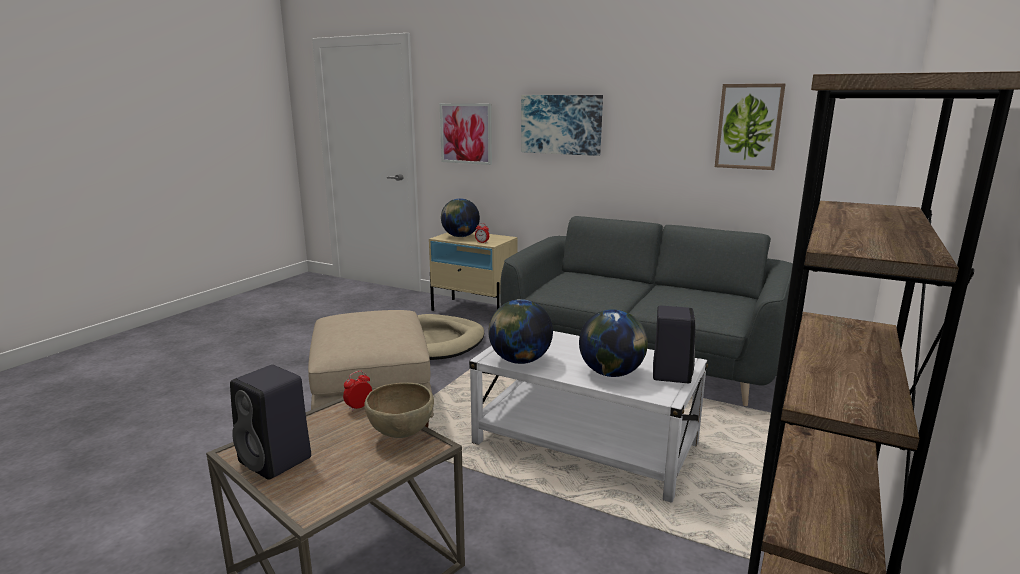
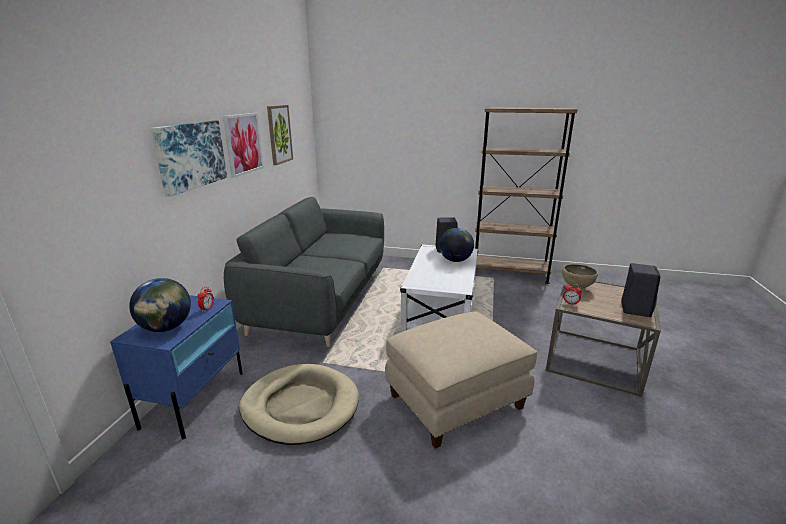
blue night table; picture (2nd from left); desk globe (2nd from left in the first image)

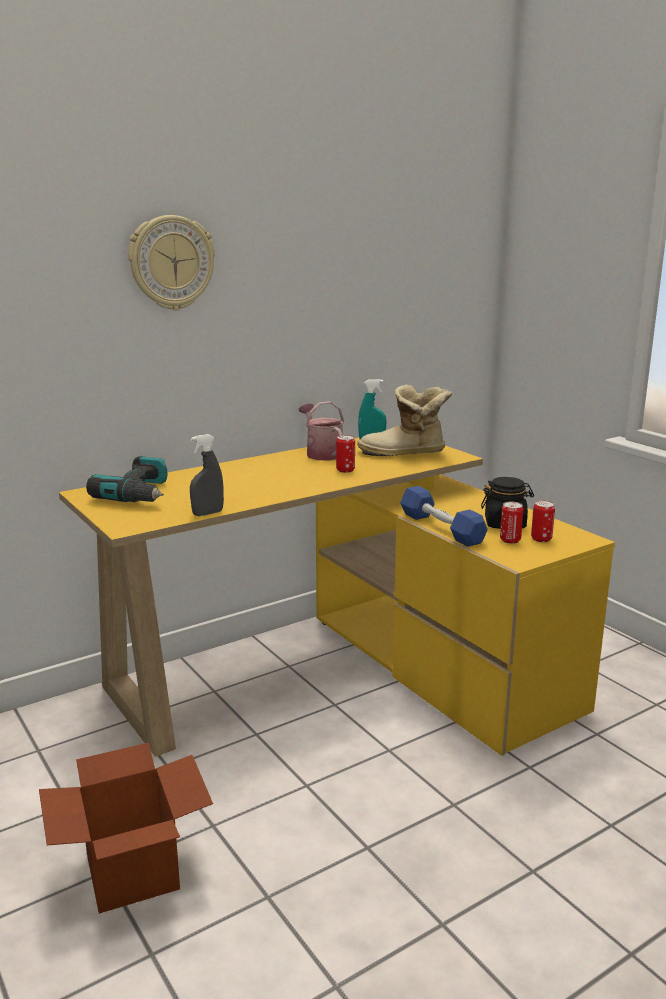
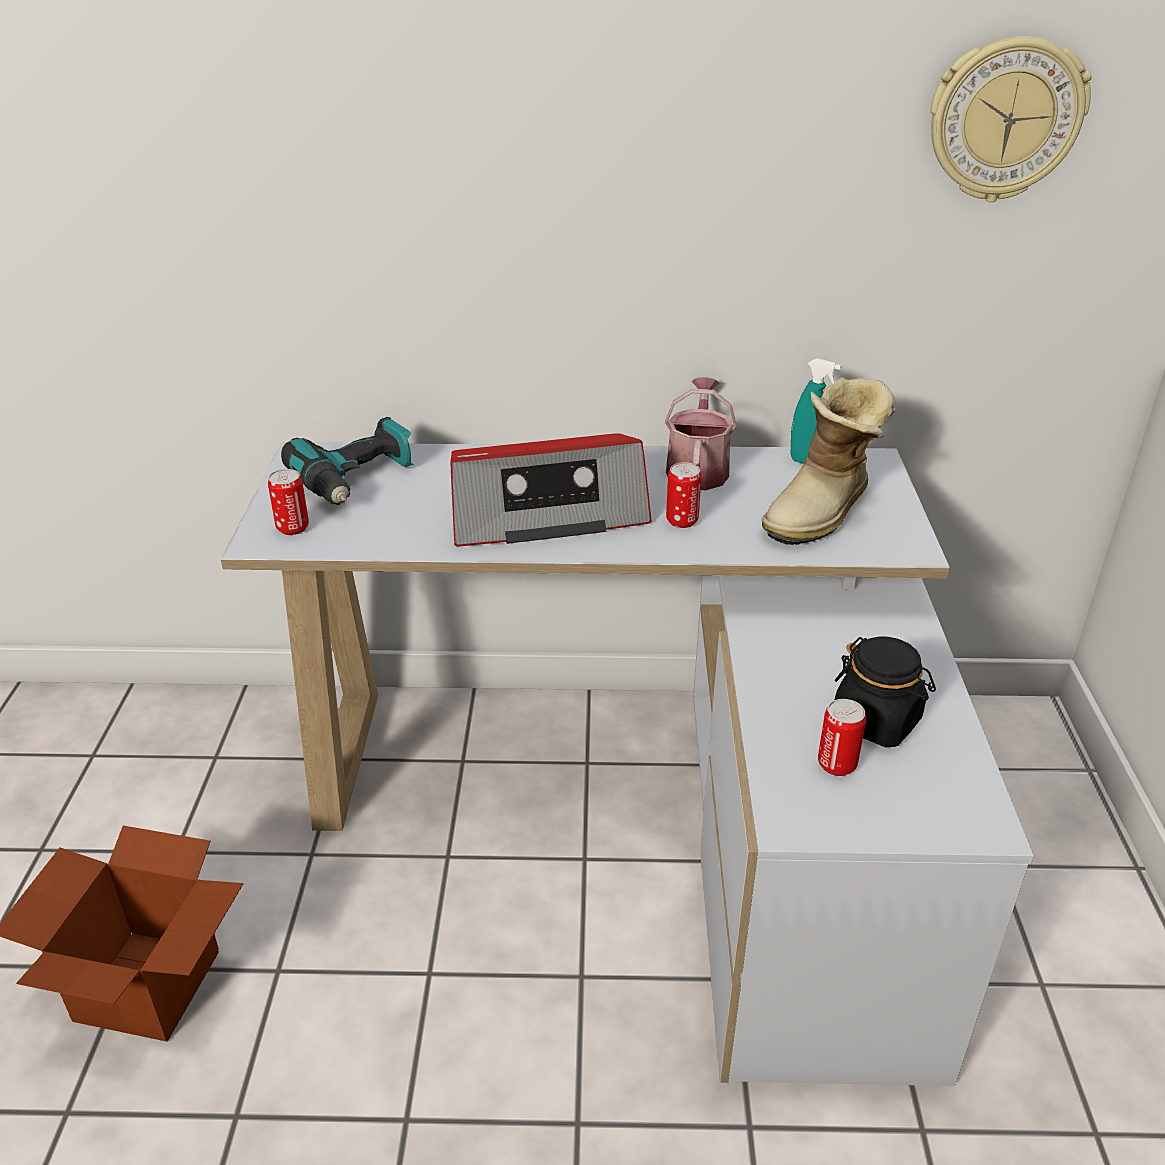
white desk; sealed can (1st from left); radio set; boot; clock on the wall; greyish sprayer; blue dumbbell

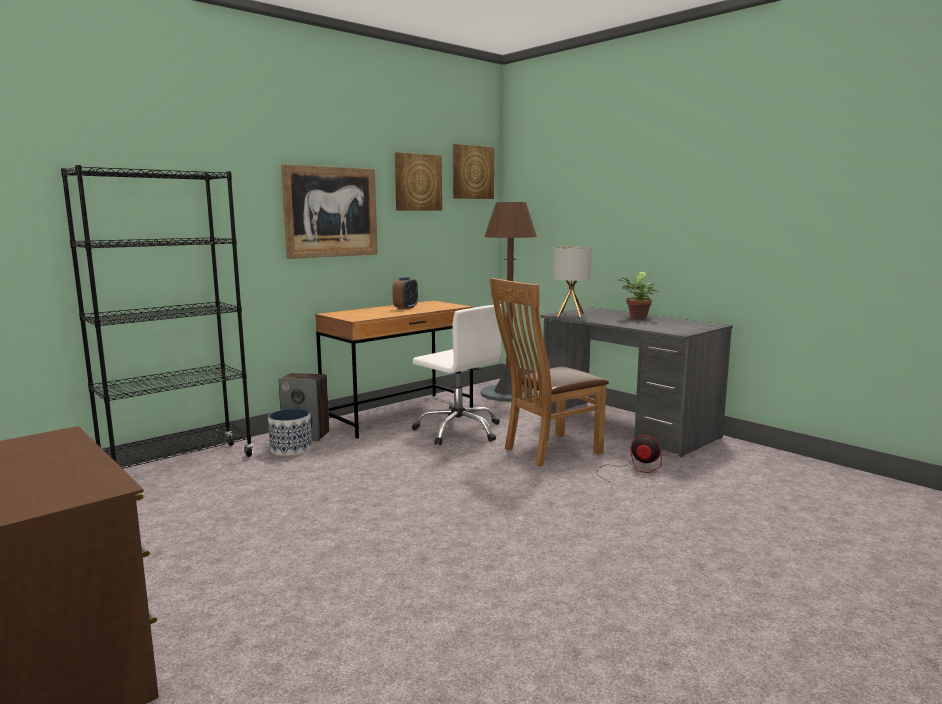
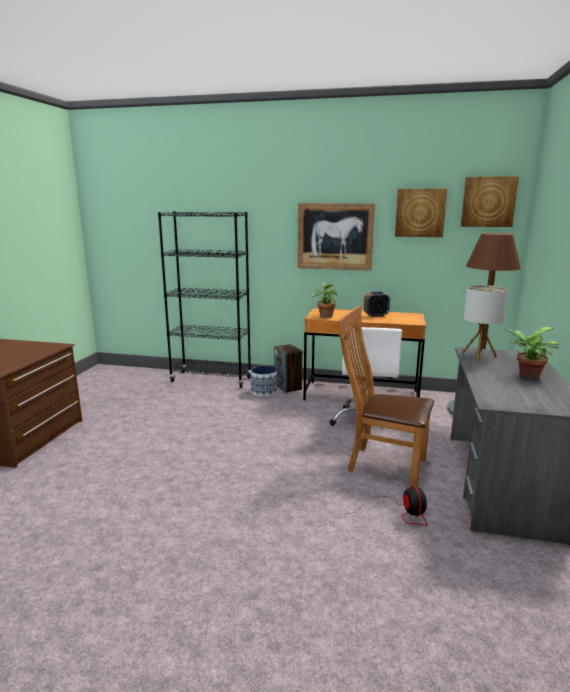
plant in a pot (1st from left)

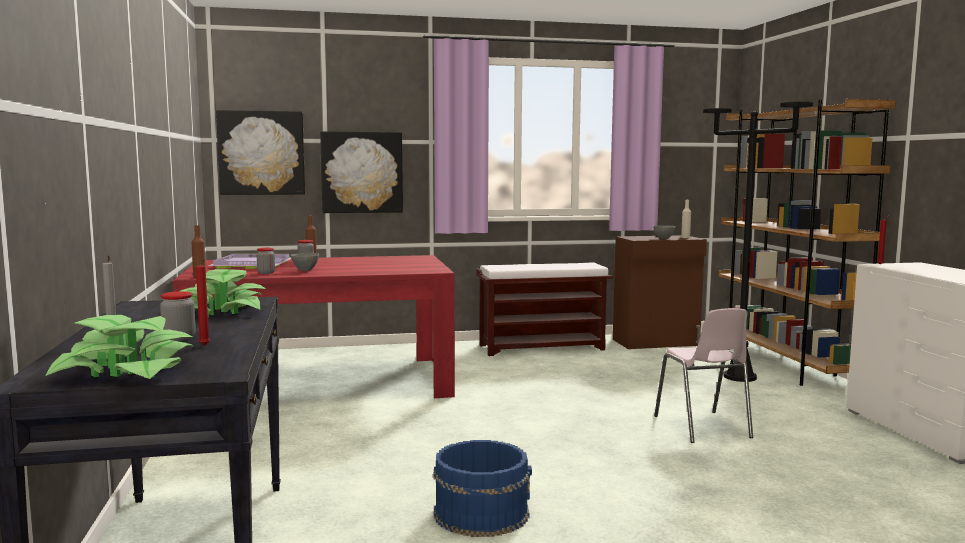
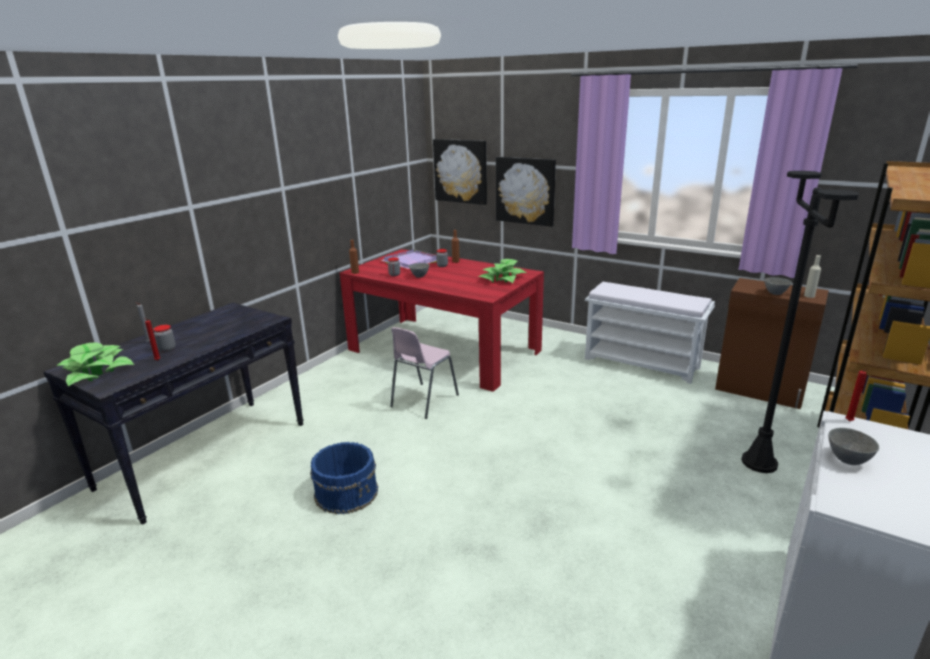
pink-coloured upright chair; plant in a pot (2nd from left); white bench; greyish bowl (3rd from left)

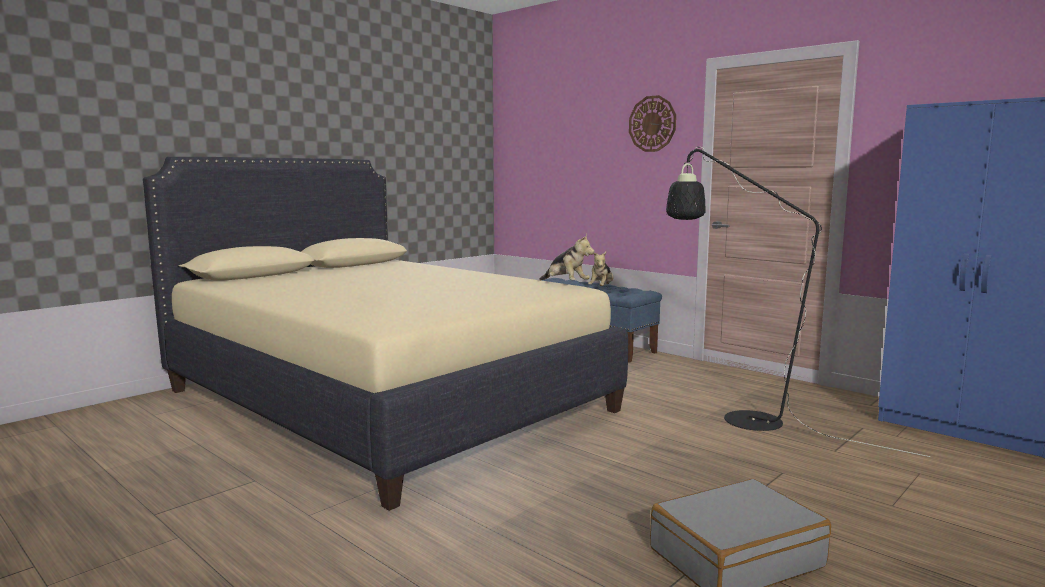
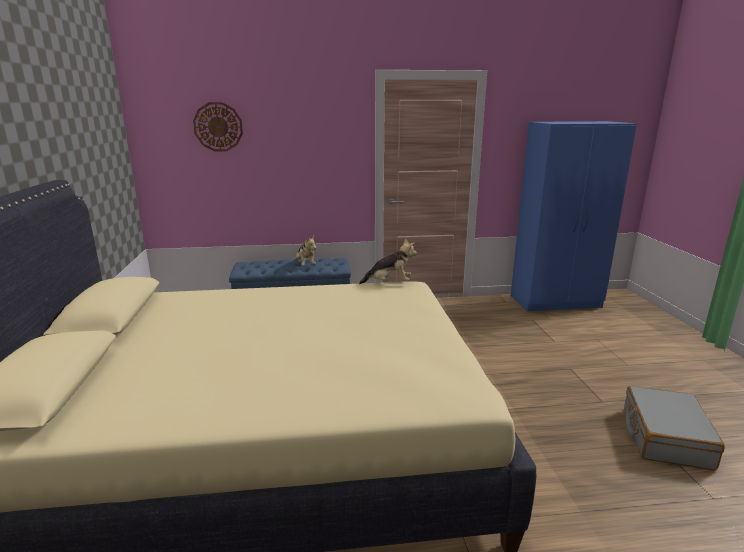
clock on the wall; black-coloured floor lamp

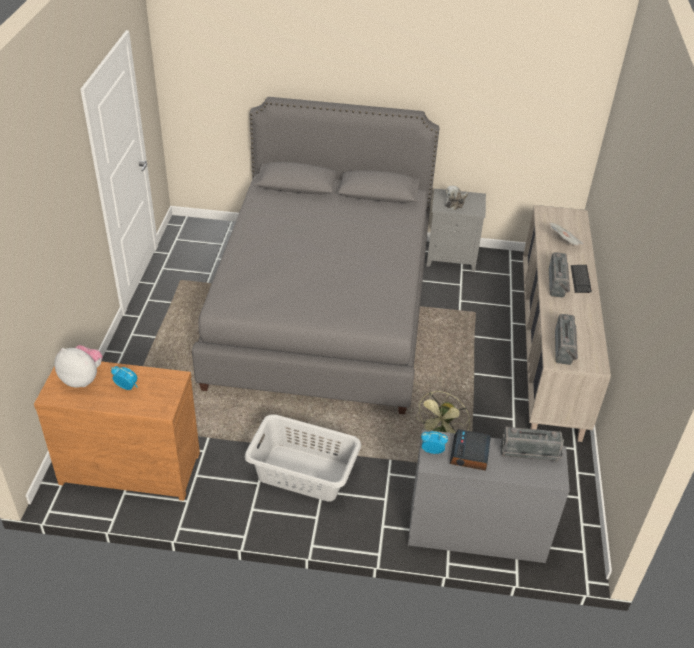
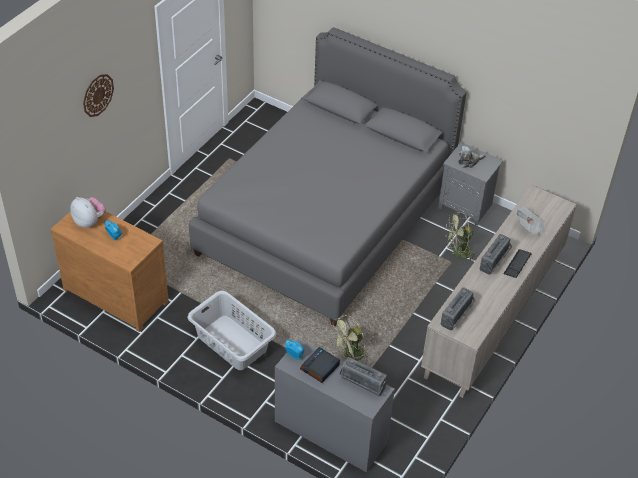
clock on the wall; green-coloured fan (2nd from left)

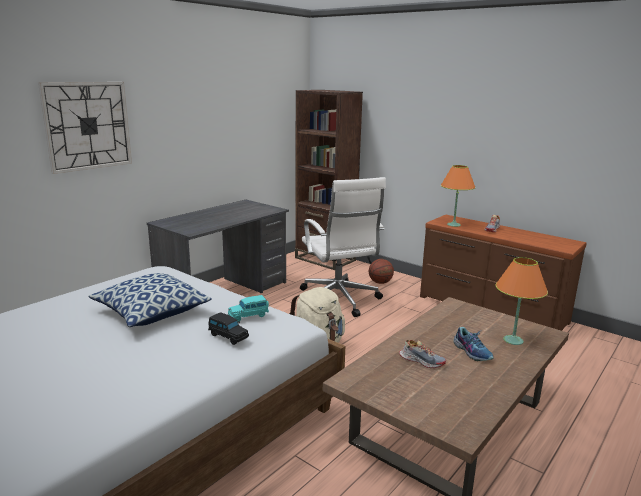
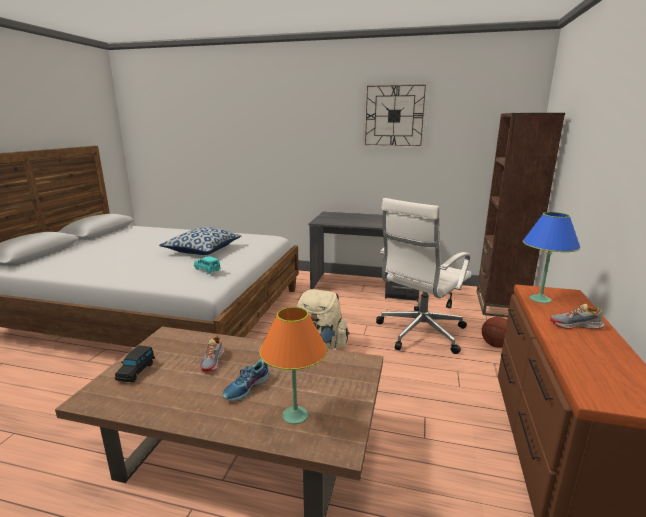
black-coloured miniature car; clock on the wall; blue table lamp

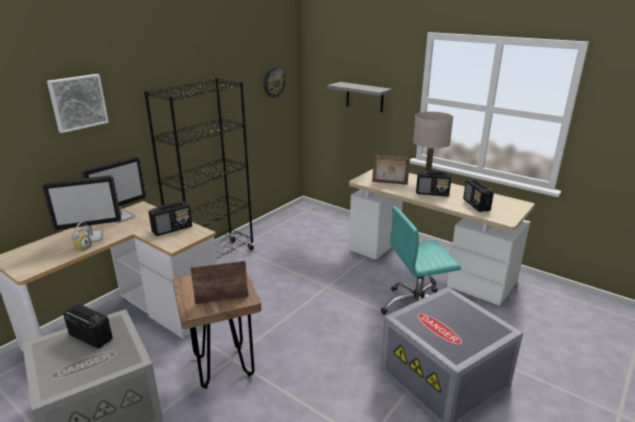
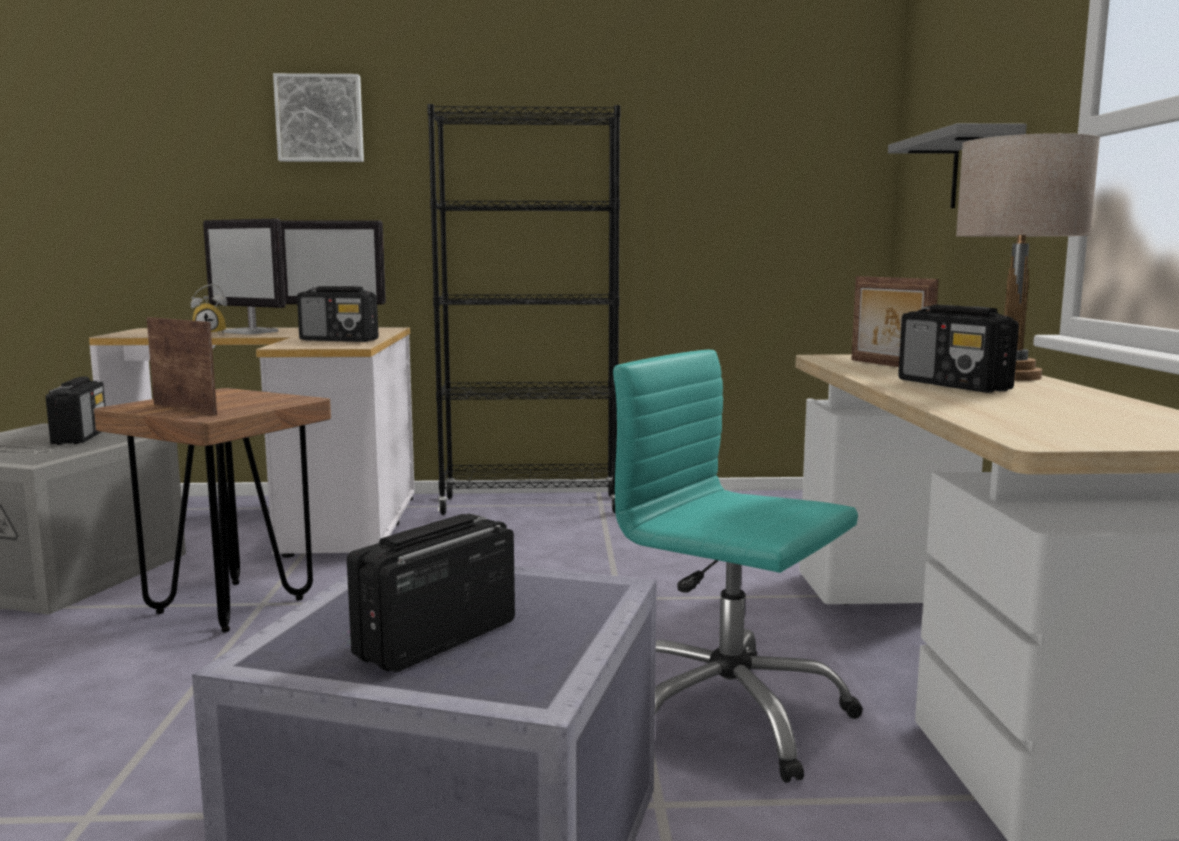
radio set (3rd from left); clock on the wall

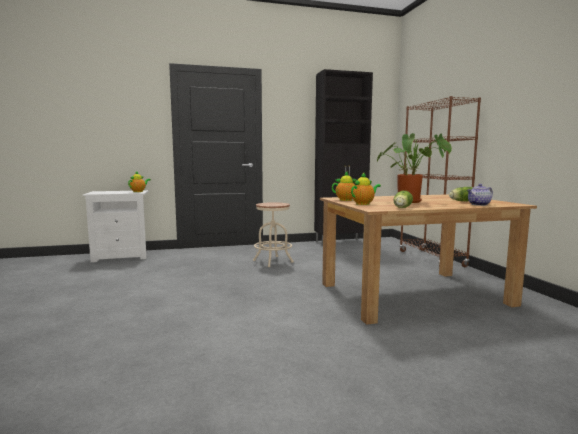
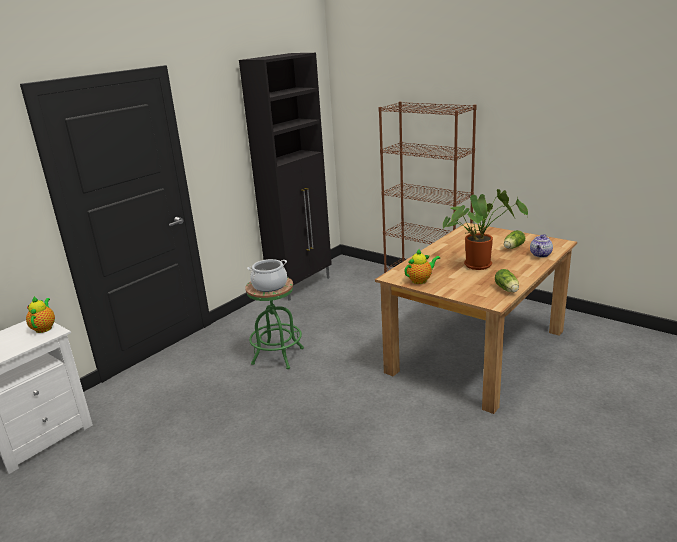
green-coloured stool seat; stockpot; pot for tea (3rd from left in the first image)

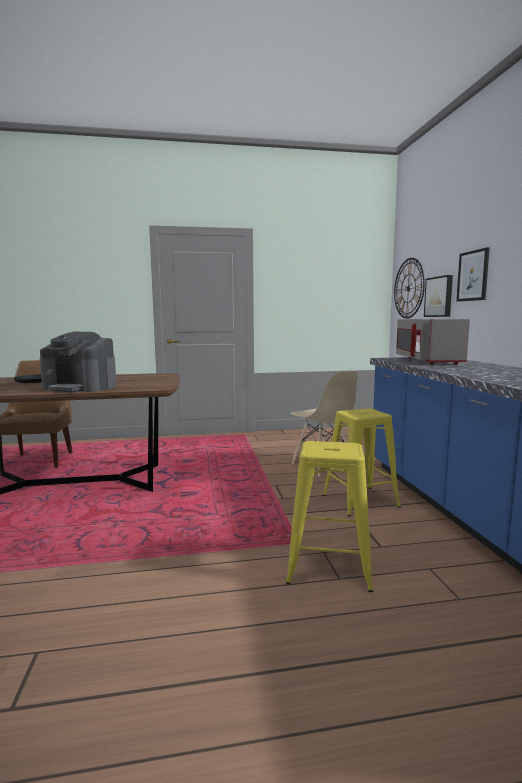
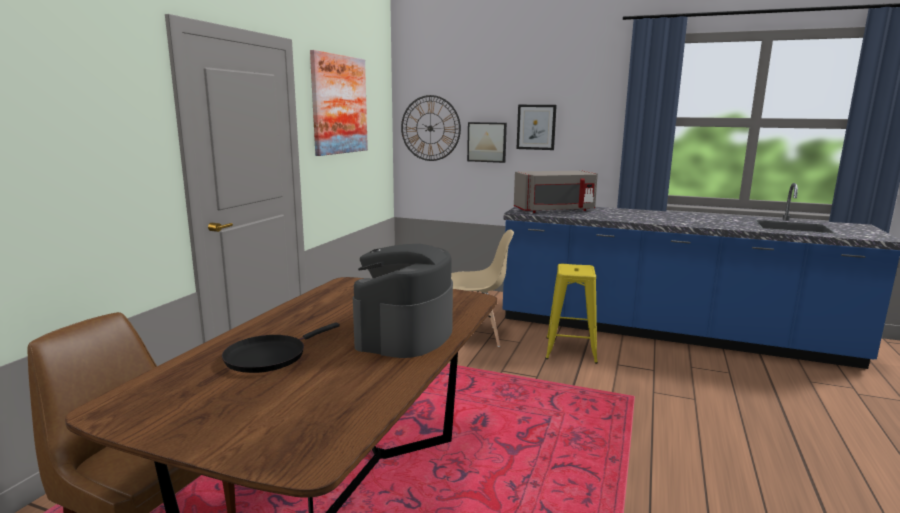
picture (1st from left); coffee machine; greyish microwave oven; yellow stool seat (1st from left in the first image)

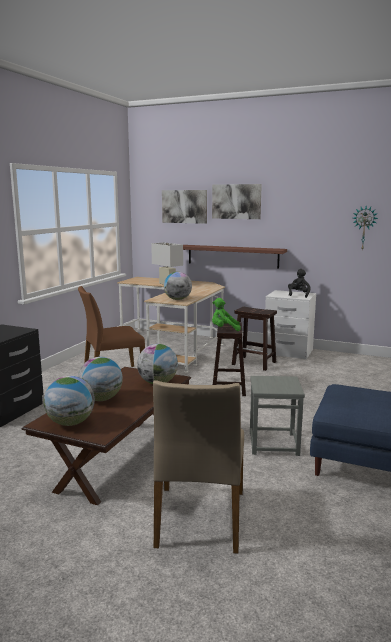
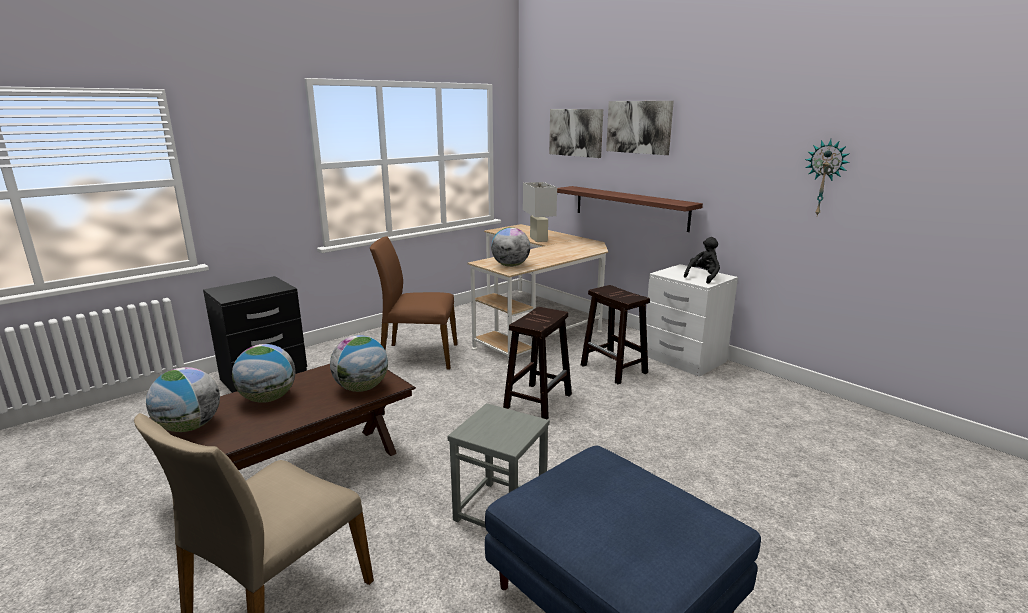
green-coloured soft toy

